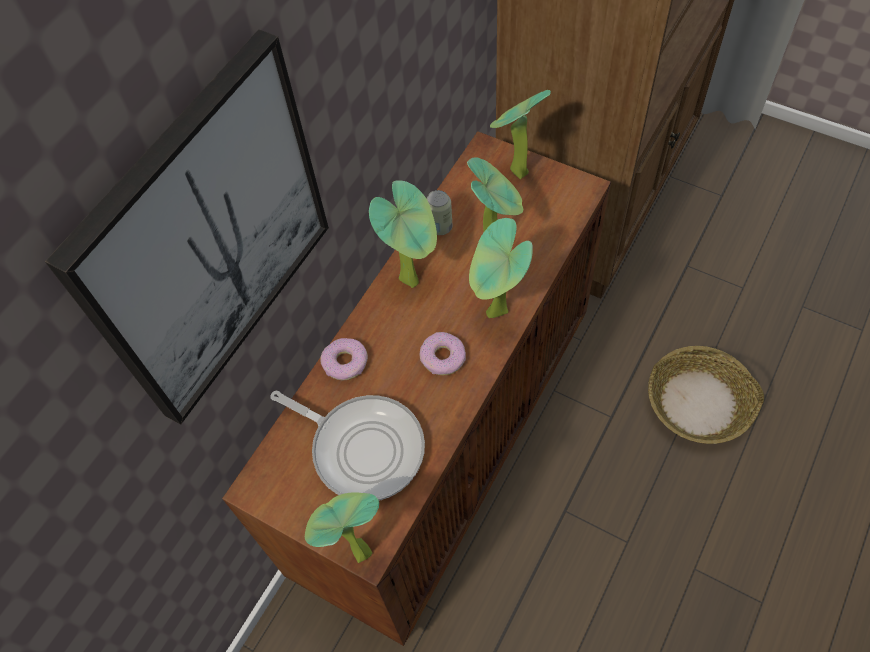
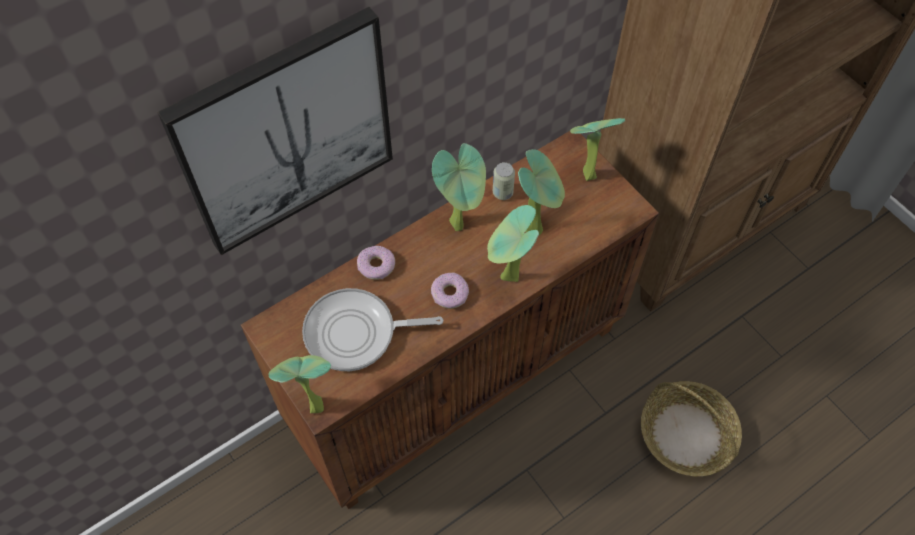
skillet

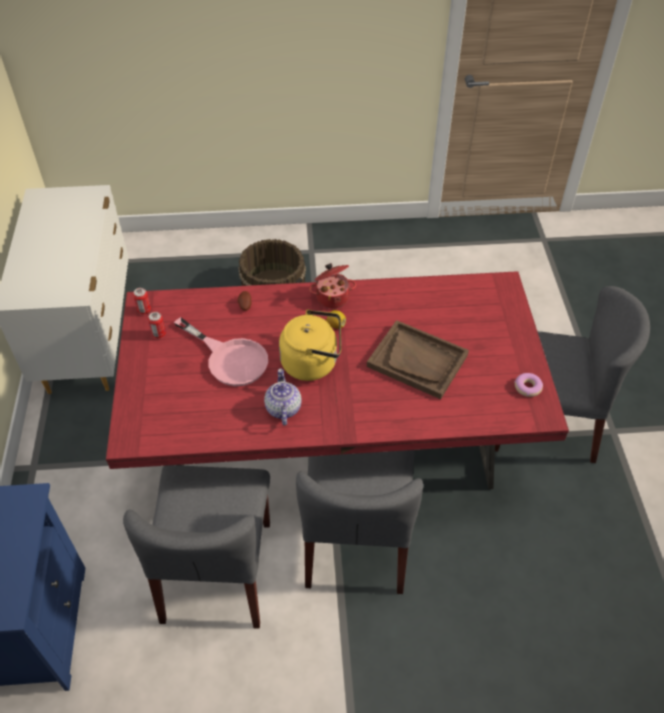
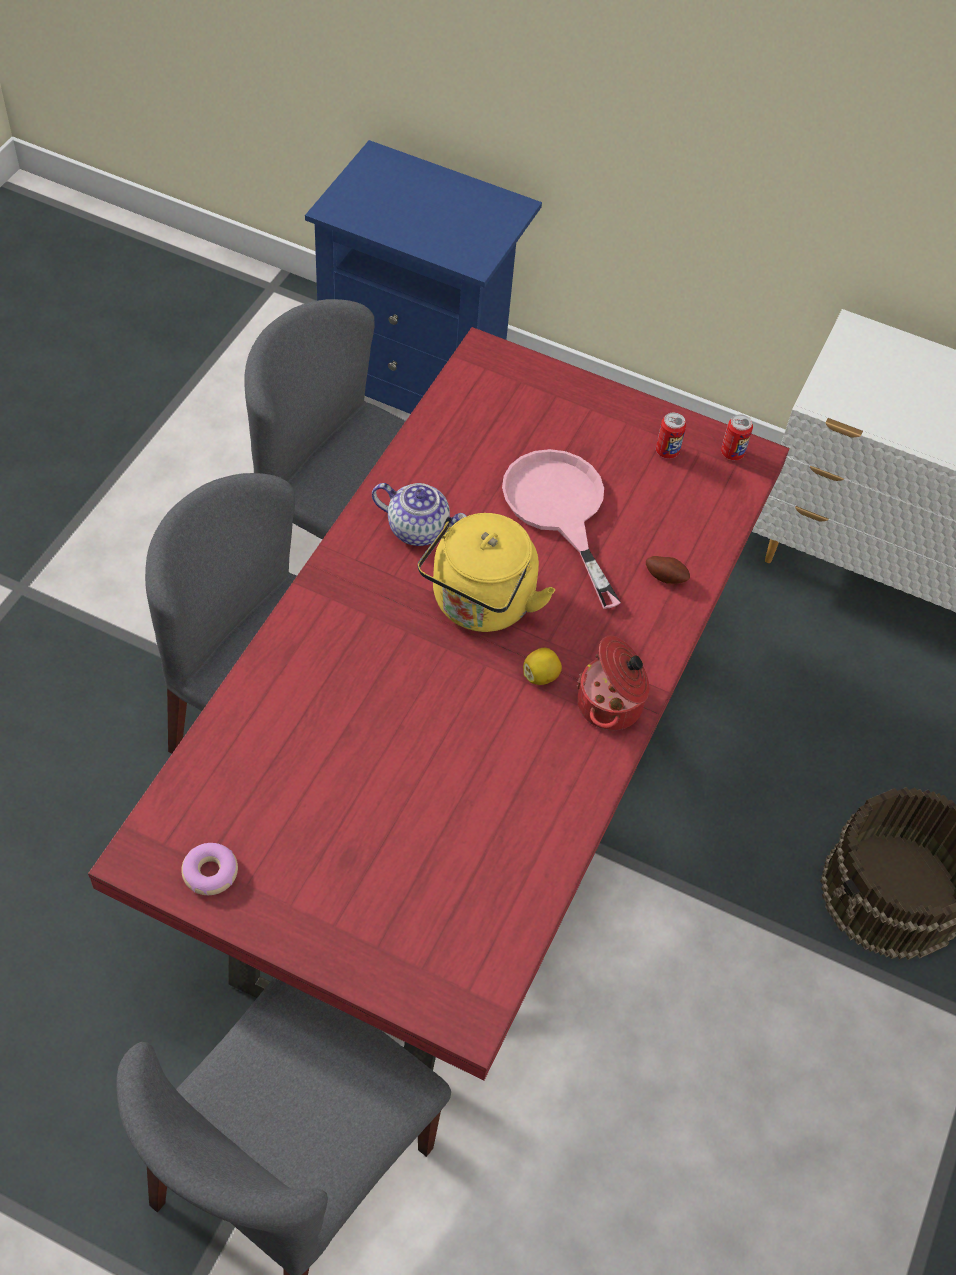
pink-coloured skillet; brown carrying tray

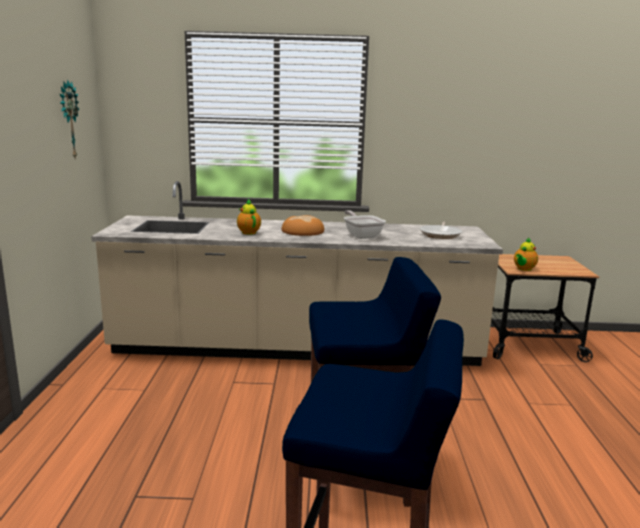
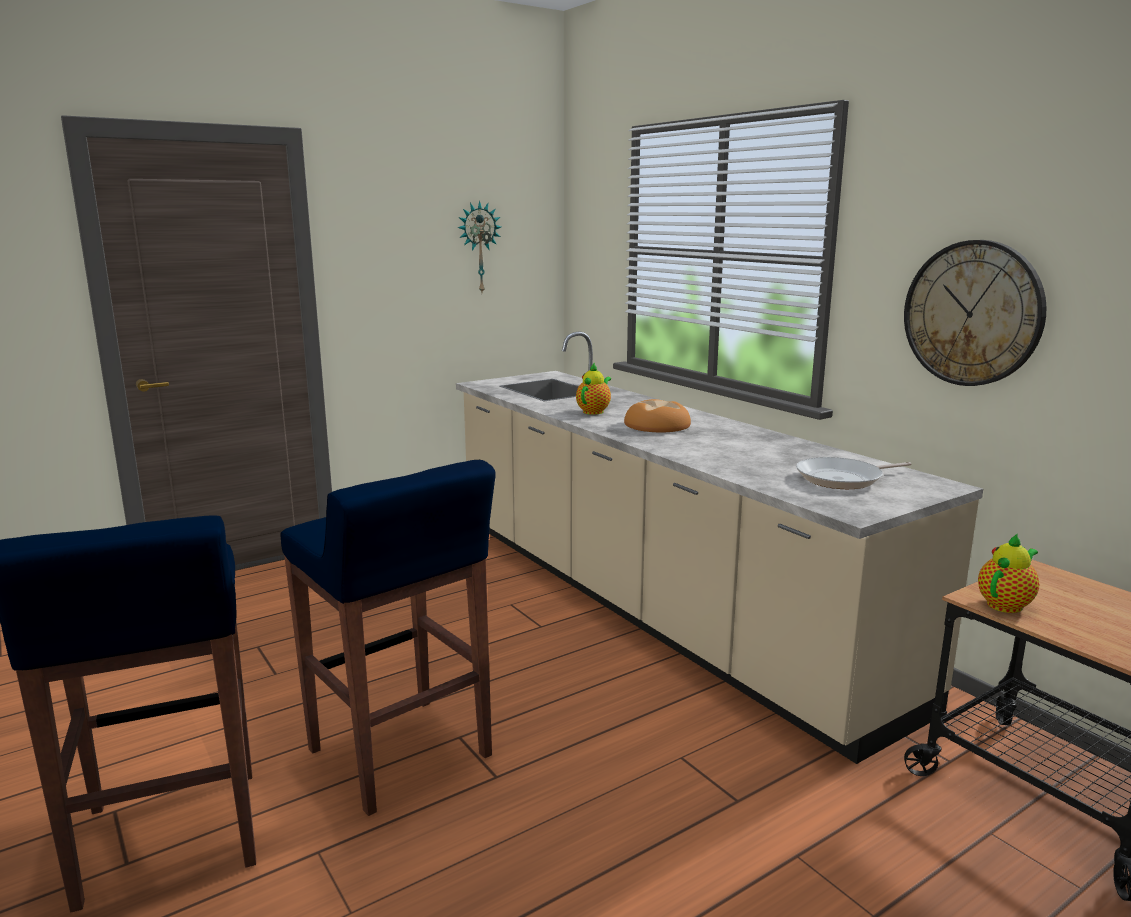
clock on the wall (2nd from left); pot for tea (2nd from left); skillet (1st from left in the first image)

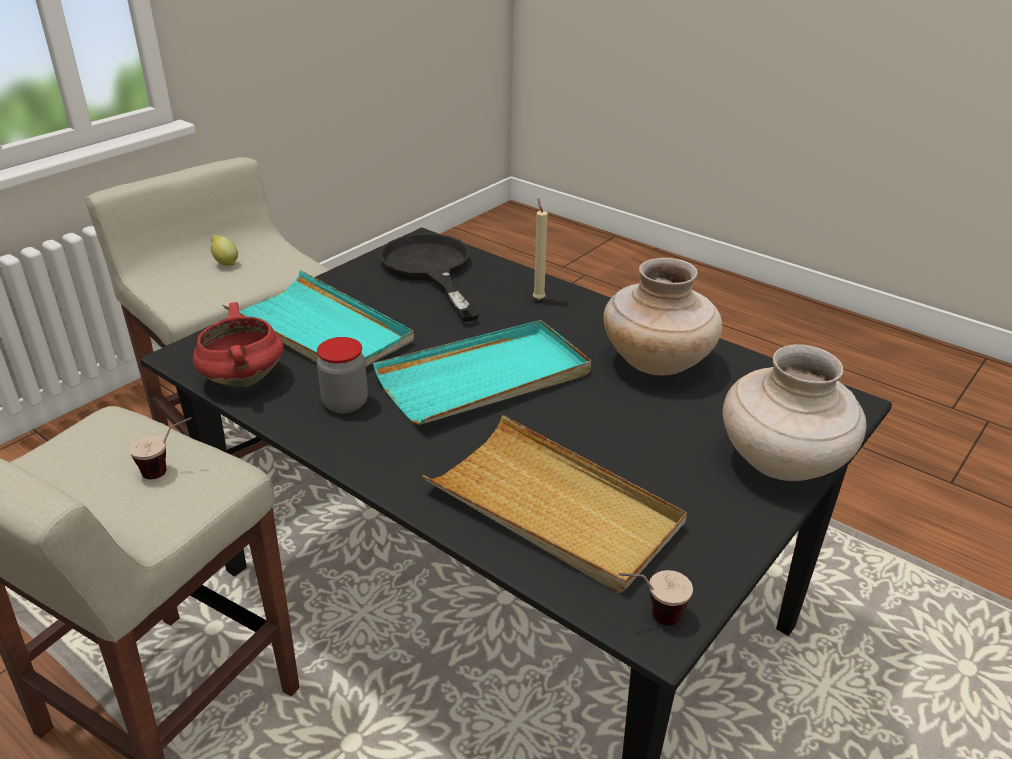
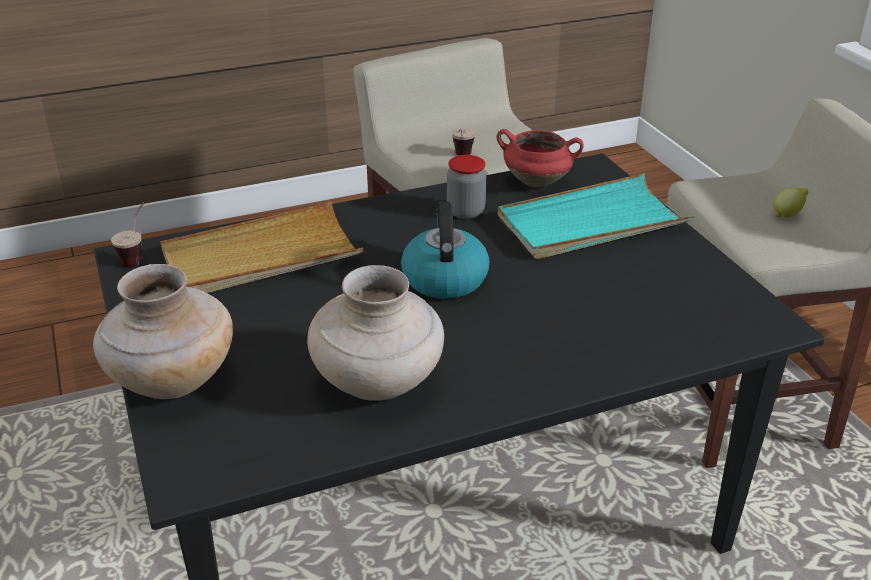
water kettle; black-coloured skillet; sand-coloured wax light

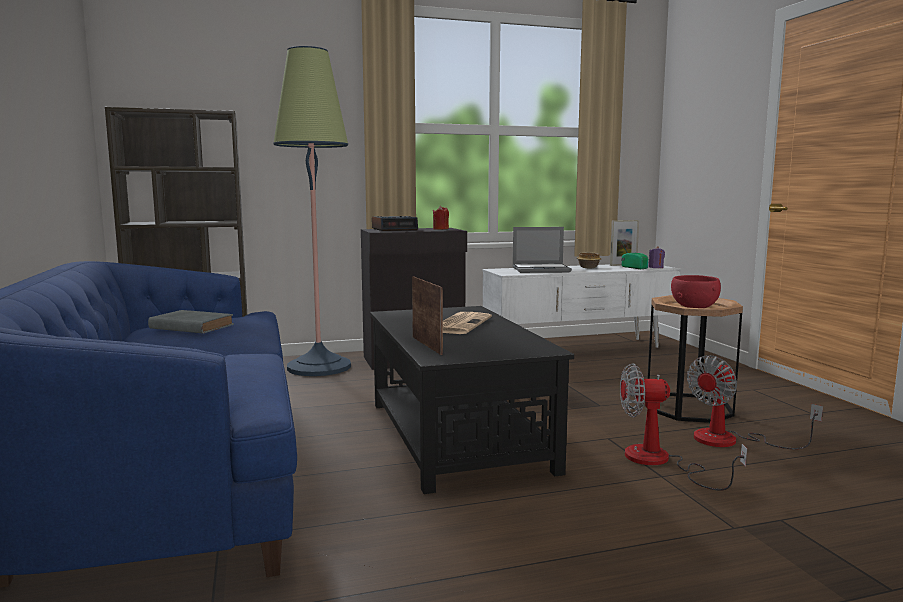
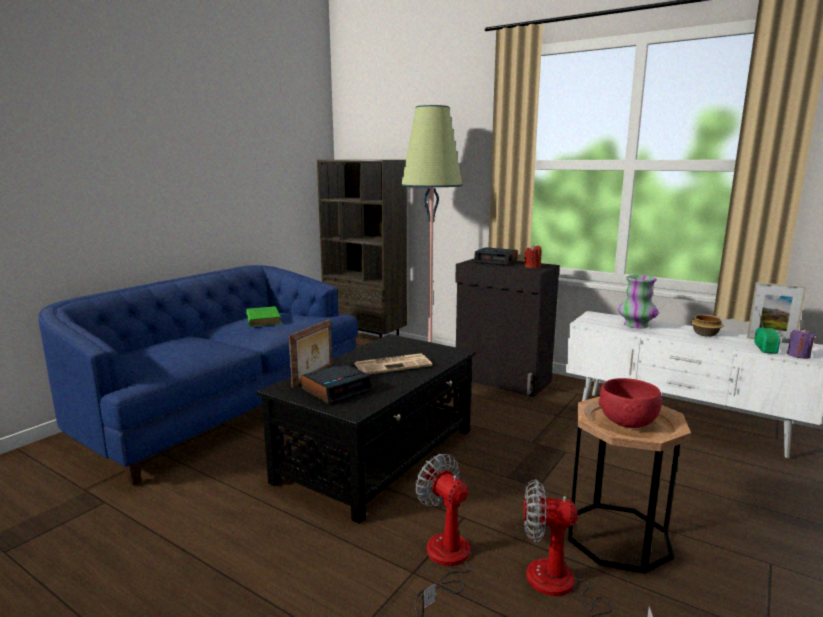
green-coloured bound book; alarm clock (1st from left); decorative vase

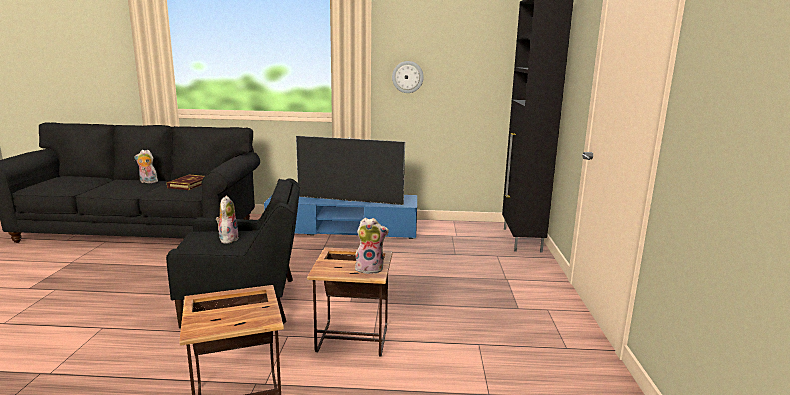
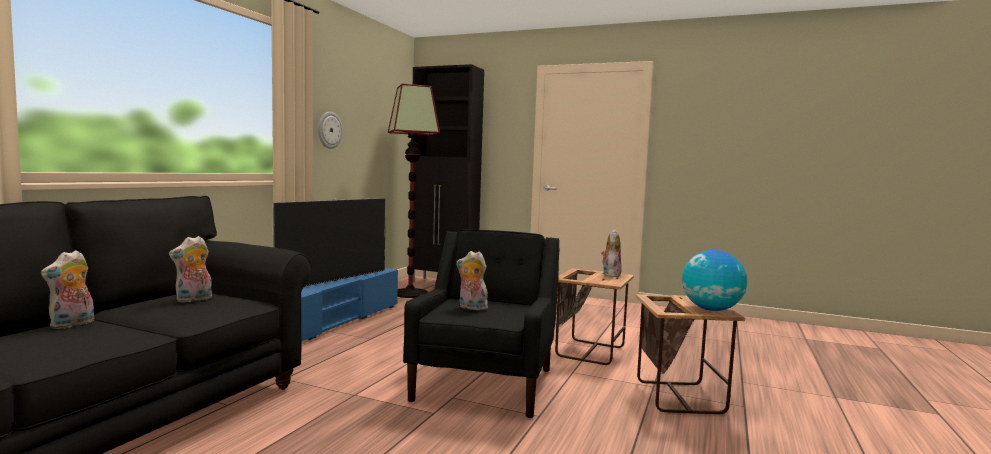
soft toy (2nd from left); floor lamp; desk globe

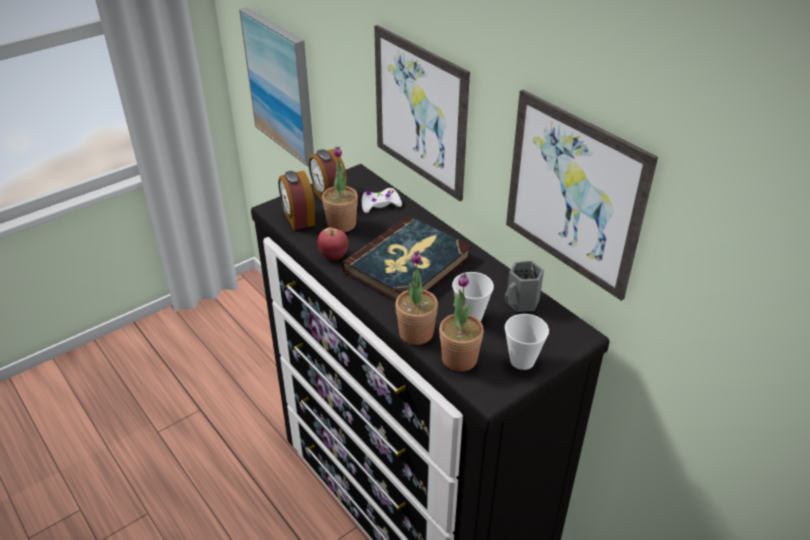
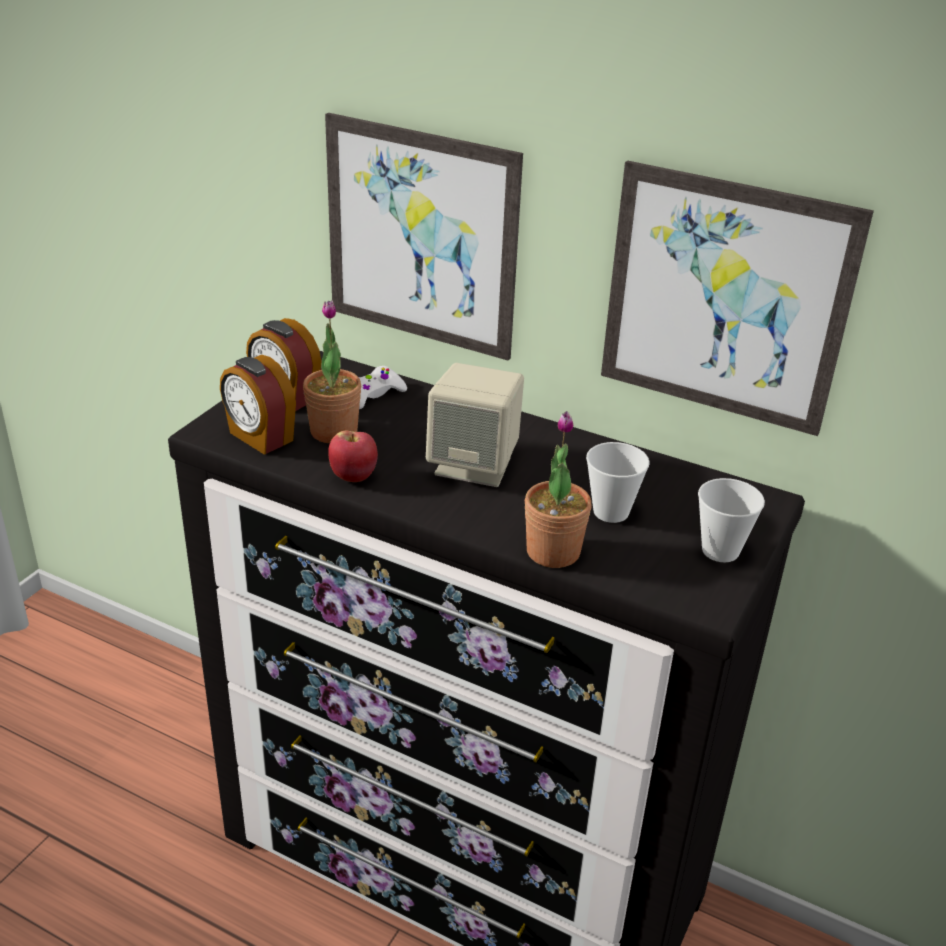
sand-coloured loudspeaker; picture (1st from left in the first image); plant in a pot (3rd from left in the first image); greyish coffee mug

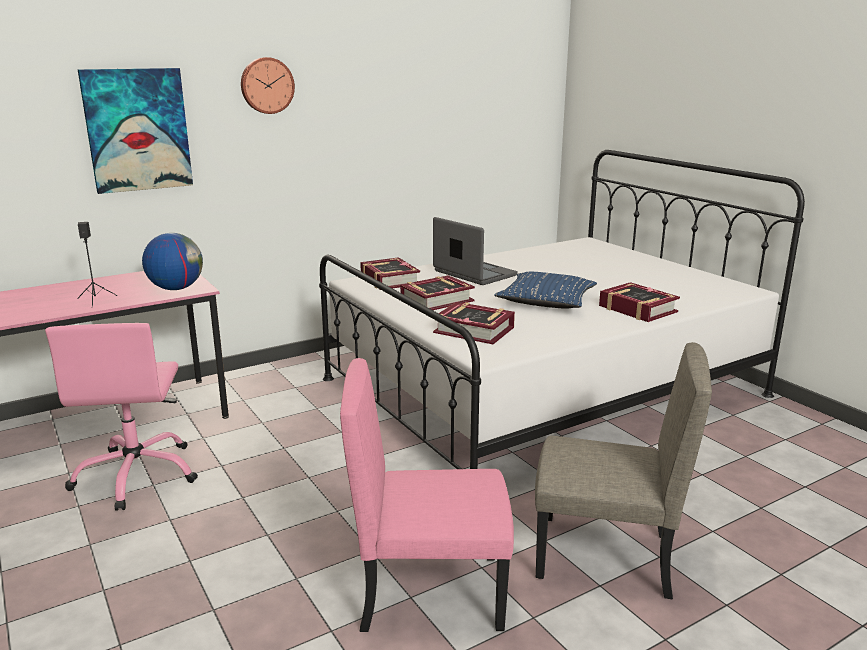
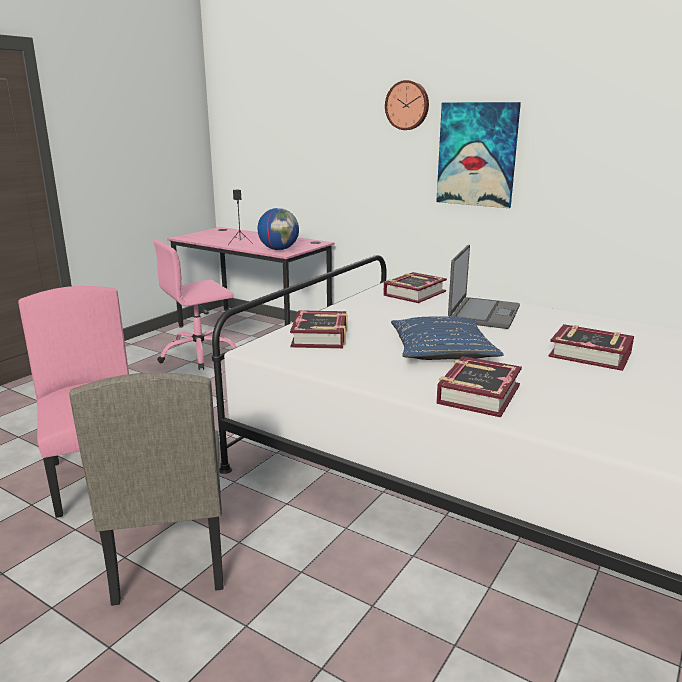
picture; bound book (4th from left)

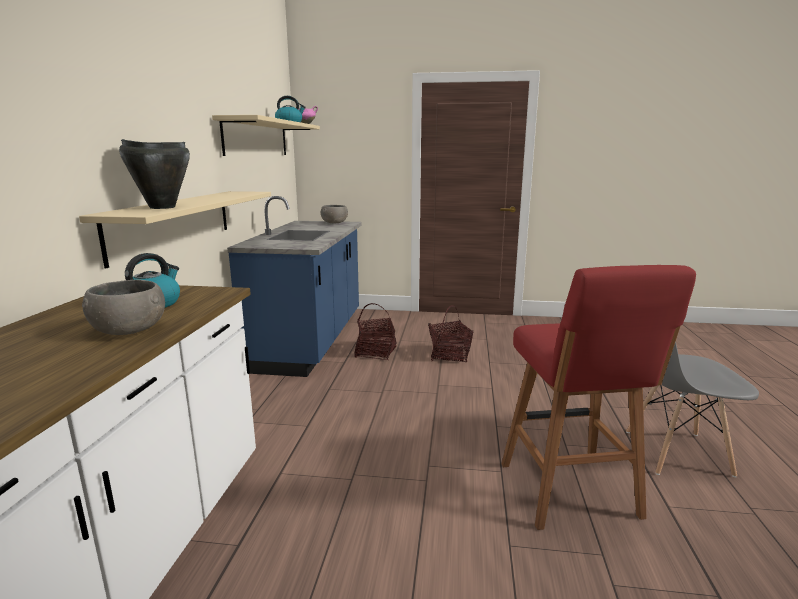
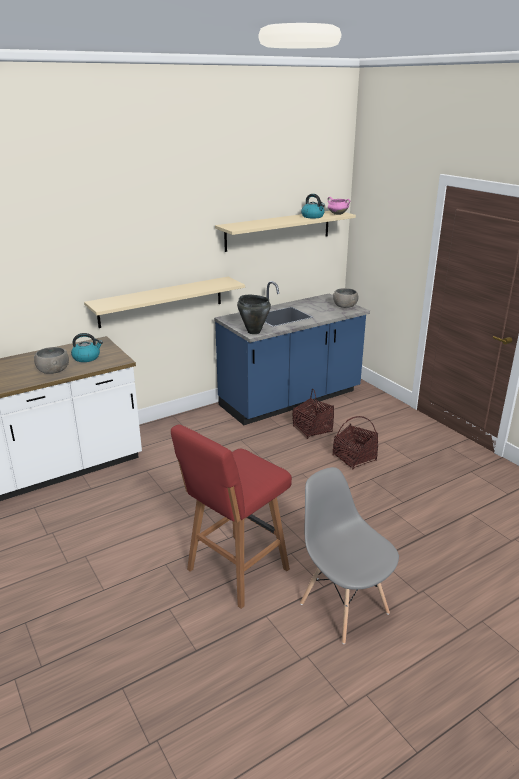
black-coloured stockpot

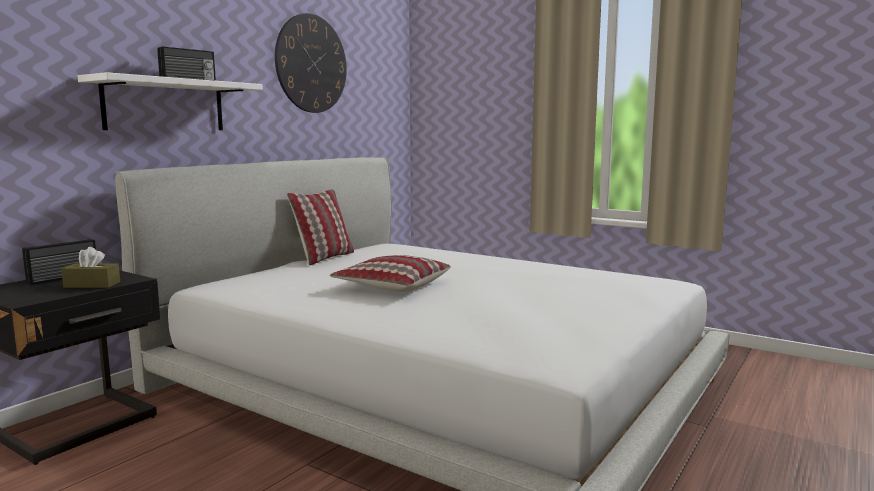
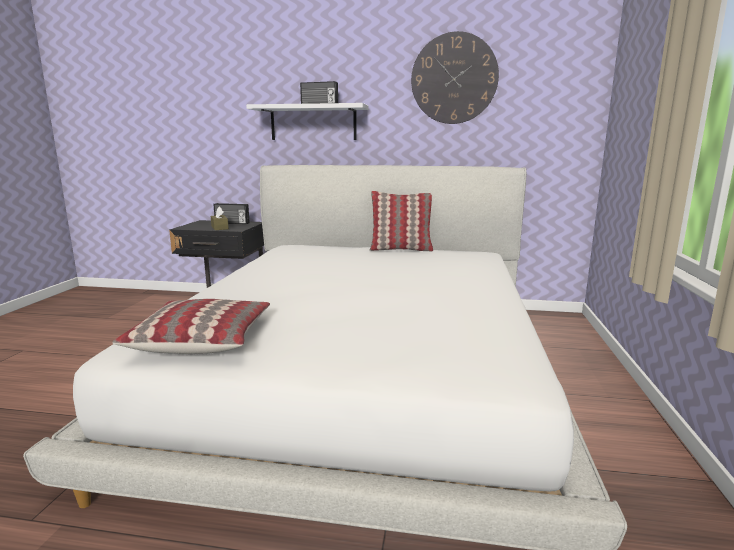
throw pillow (1st from left)

